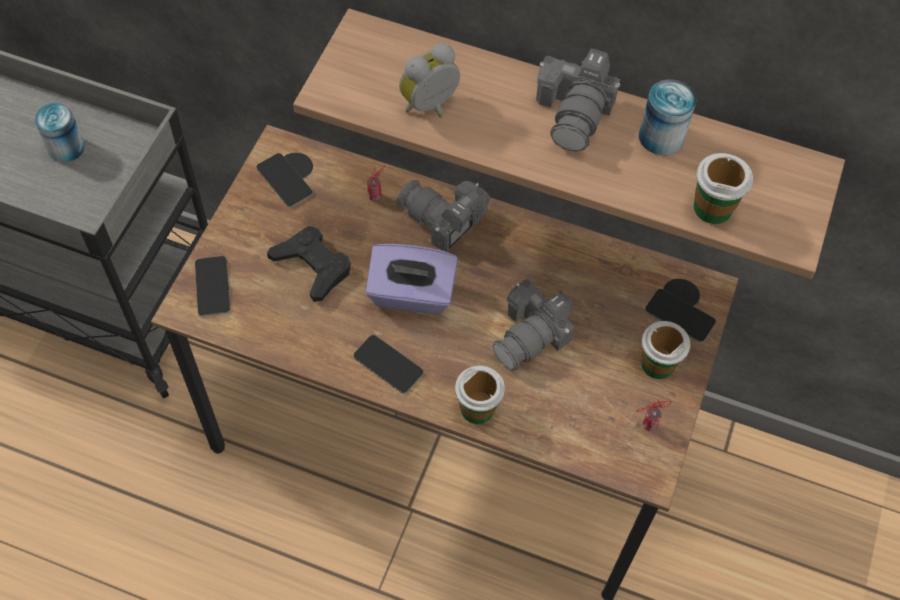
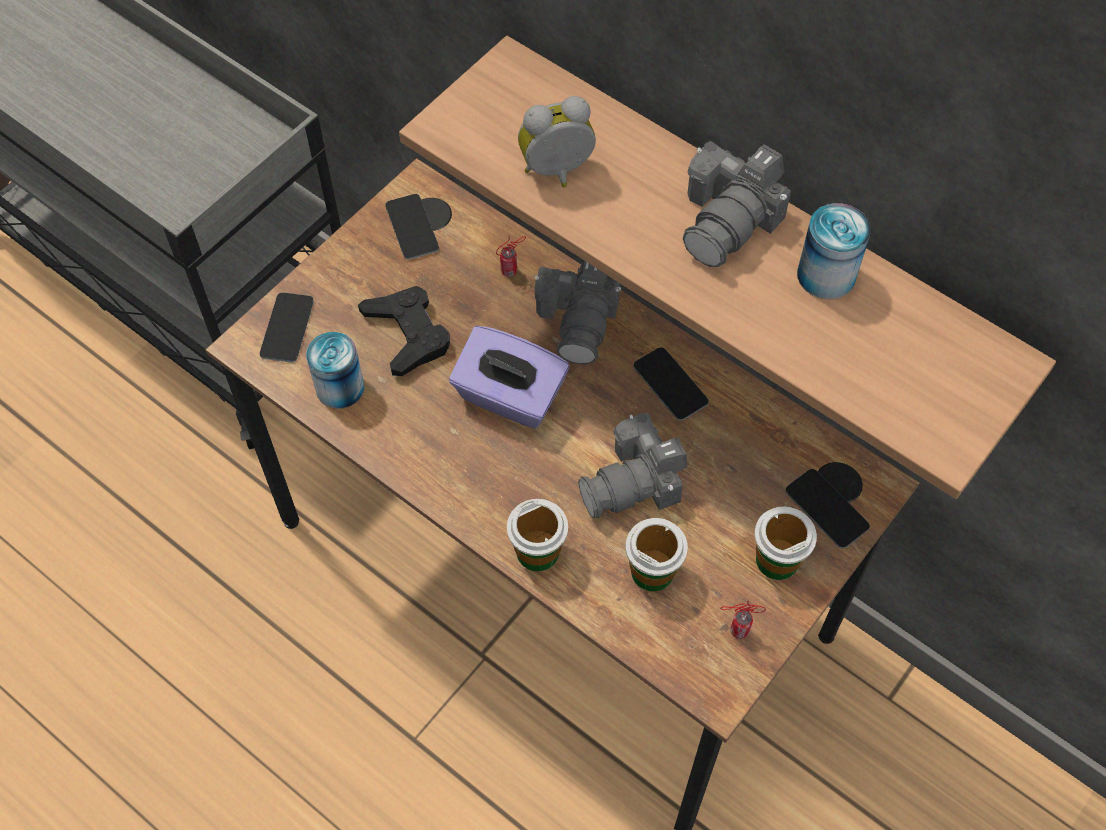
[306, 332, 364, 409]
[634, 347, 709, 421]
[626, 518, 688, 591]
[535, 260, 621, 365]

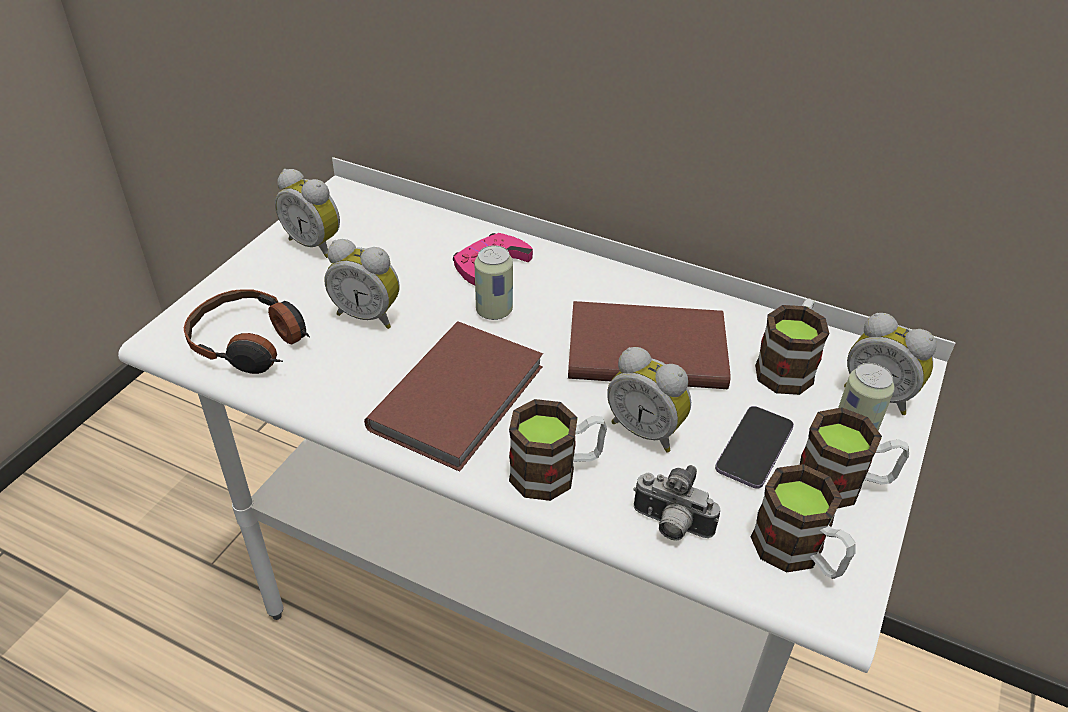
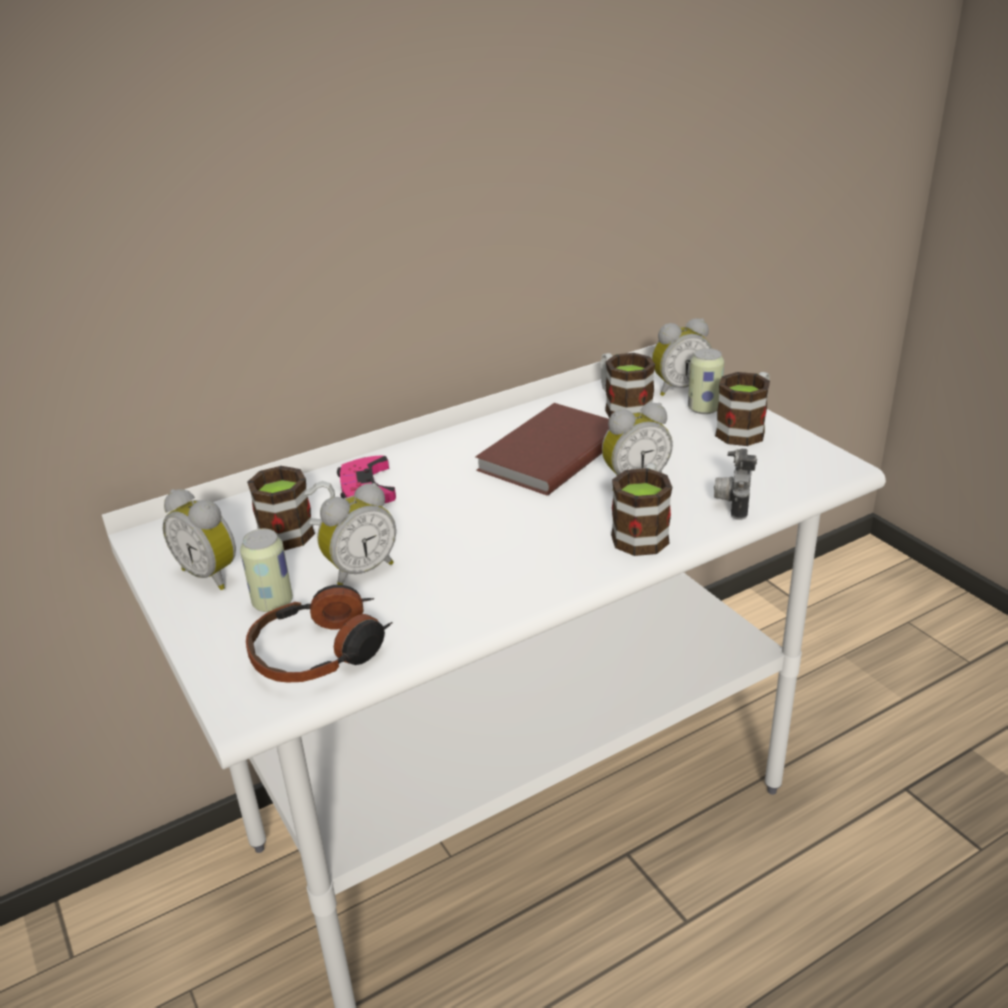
[364, 321, 543, 472] (first image)
[715, 406, 794, 489] (first image)
[240, 529, 293, 612]
[247, 466, 335, 551]
[163, 489, 236, 590]
[714, 449, 757, 520]

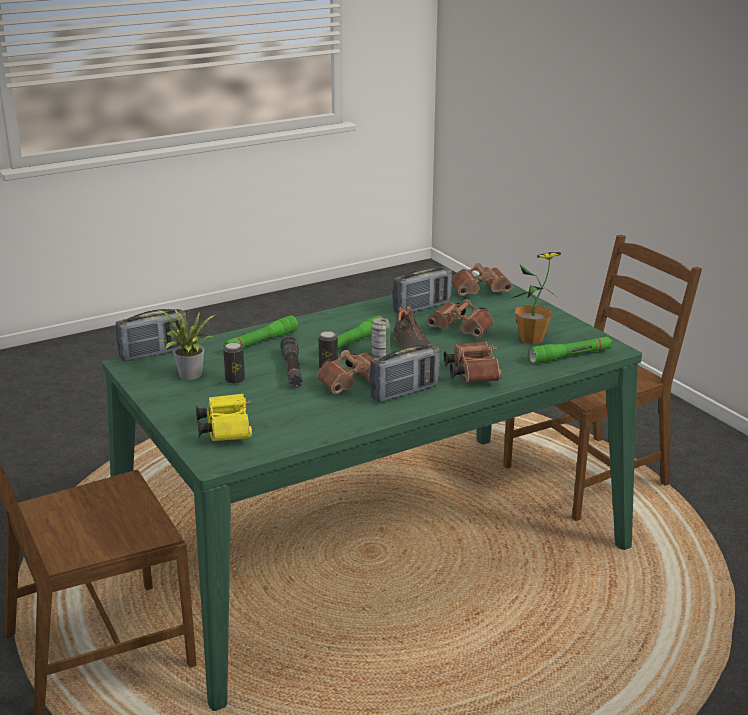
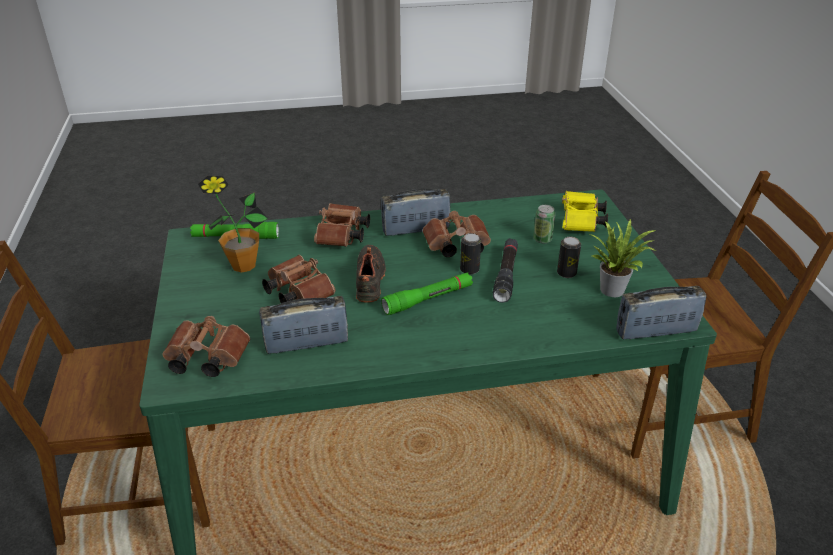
[223, 316, 298, 348] (first image)
[533, 205, 555, 243]

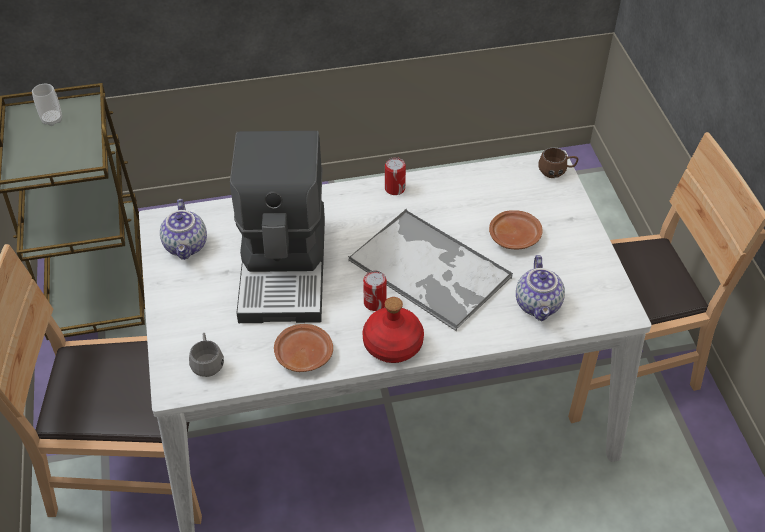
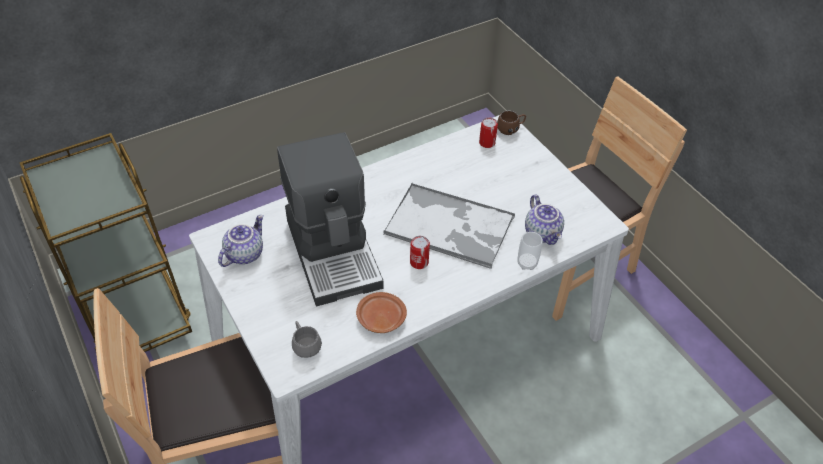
[363, 297, 424, 363] (first image)
[489, 210, 543, 249] (first image)
[517, 232, 543, 270]
[479, 118, 498, 148]
[218, 215, 264, 267]

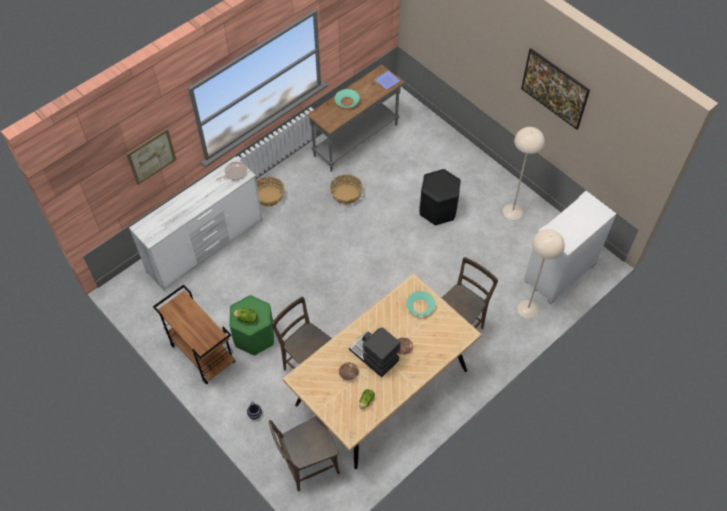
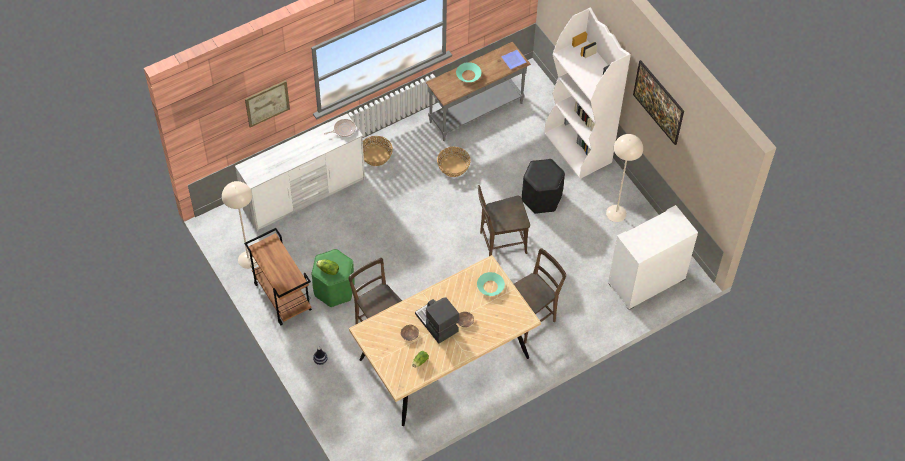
[544, 7, 631, 179]
[478, 185, 530, 256]
[222, 181, 257, 269]

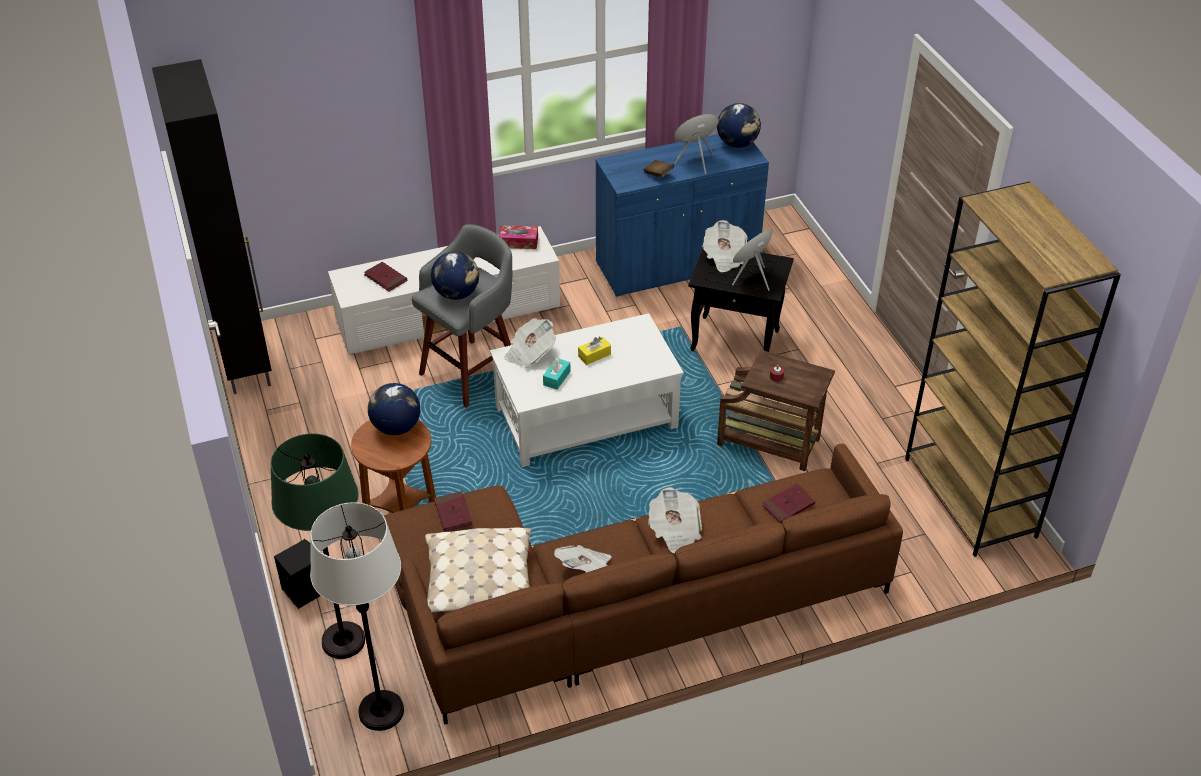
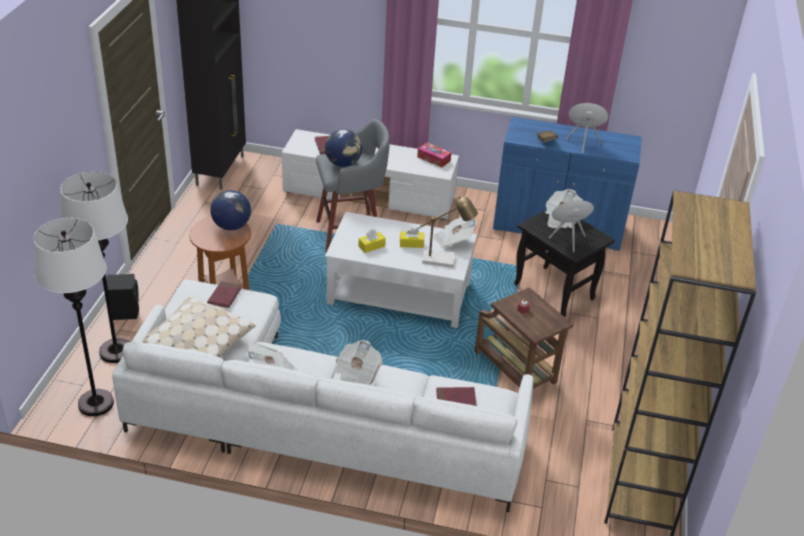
[717, 103, 761, 148] (first image)
[412, 196, 478, 268]
[433, 217, 477, 248]
[60, 171, 129, 363]
[112, 280, 533, 512]
[359, 229, 386, 253]

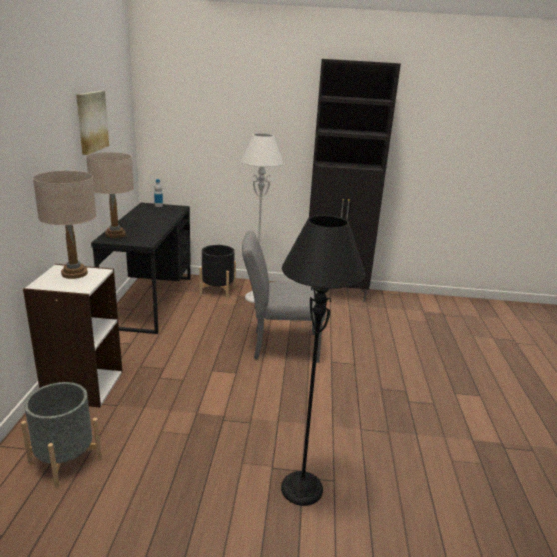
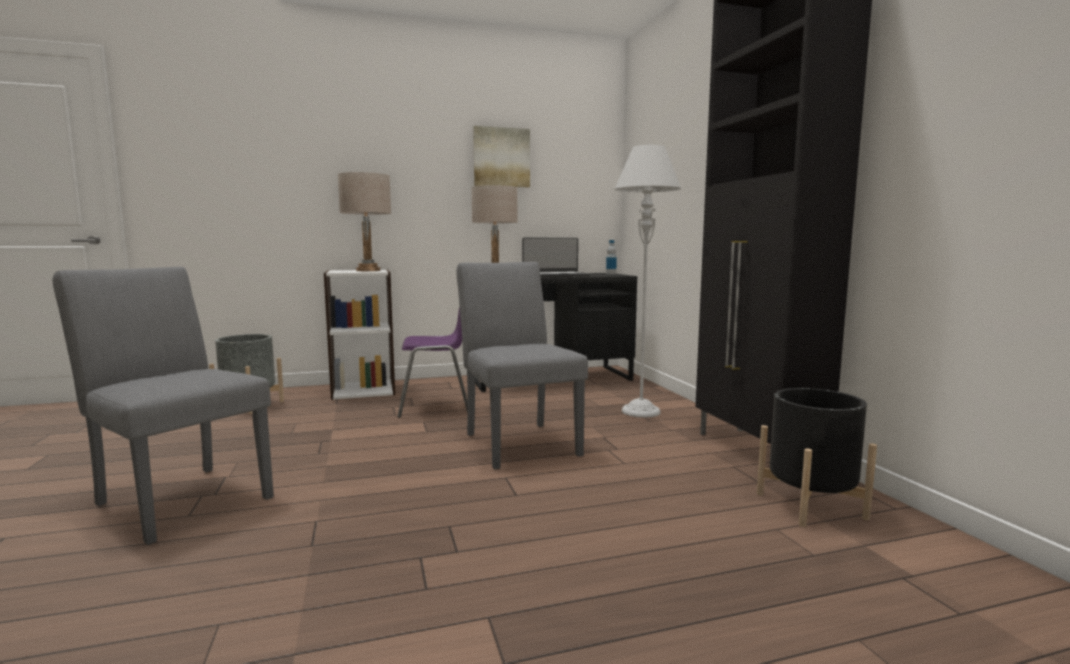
[397, 306, 468, 418]
[522, 238, 590, 277]
[757, 388, 877, 527]
[53, 267, 274, 545]

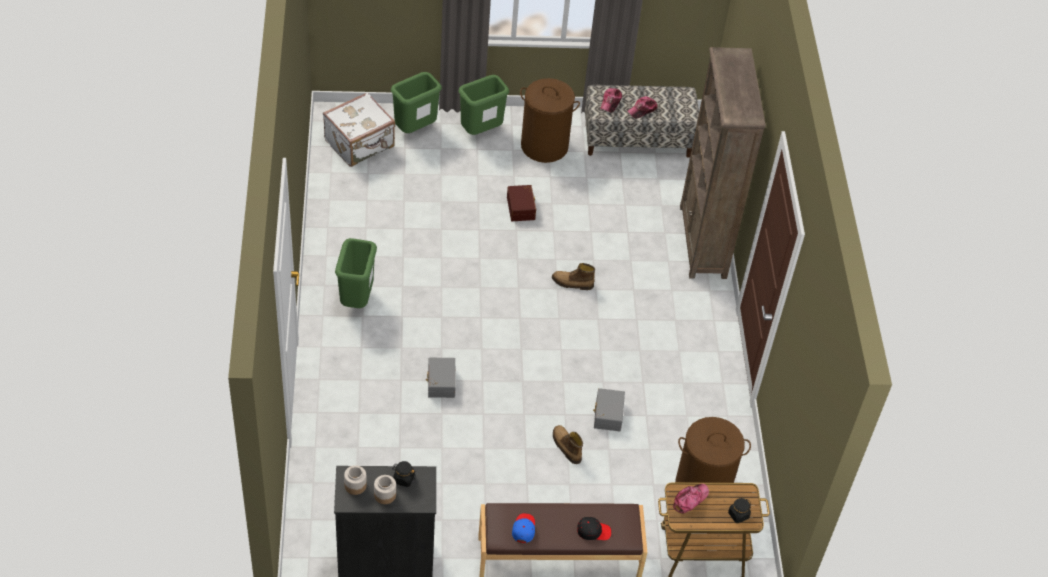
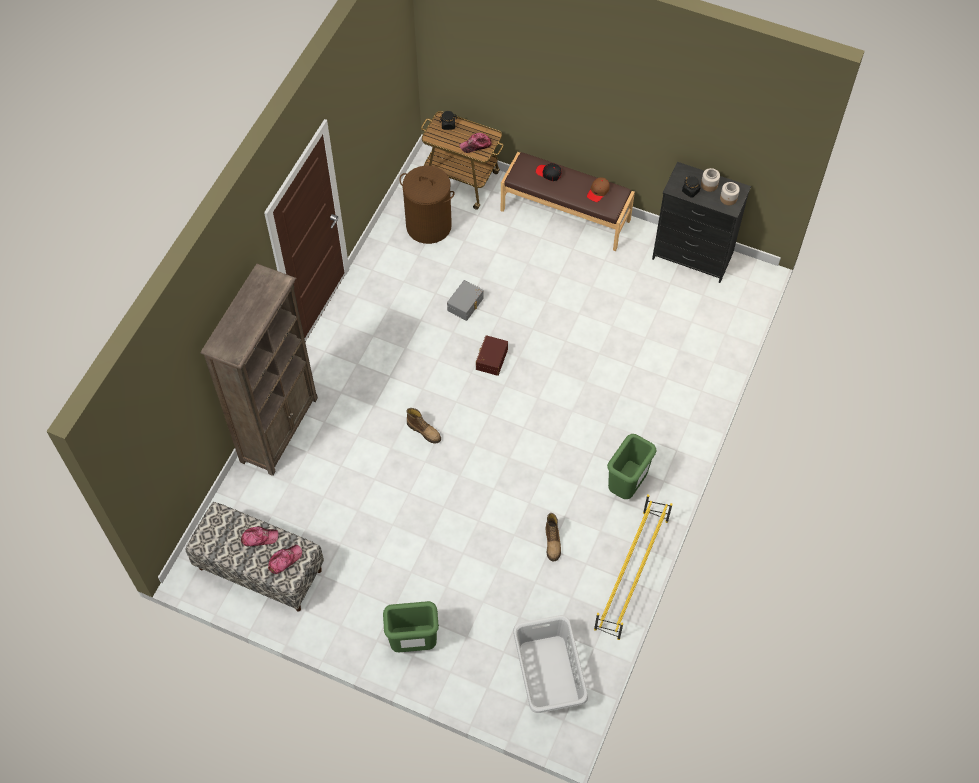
[391, 72, 442, 133] (first image)
[426, 358, 456, 398] (first image)
[520, 78, 580, 163] (first image)
[594, 494, 673, 640]
[476, 335, 508, 376]
[546, 513, 561, 561]
[513, 615, 588, 713]
[587, 177, 610, 202]

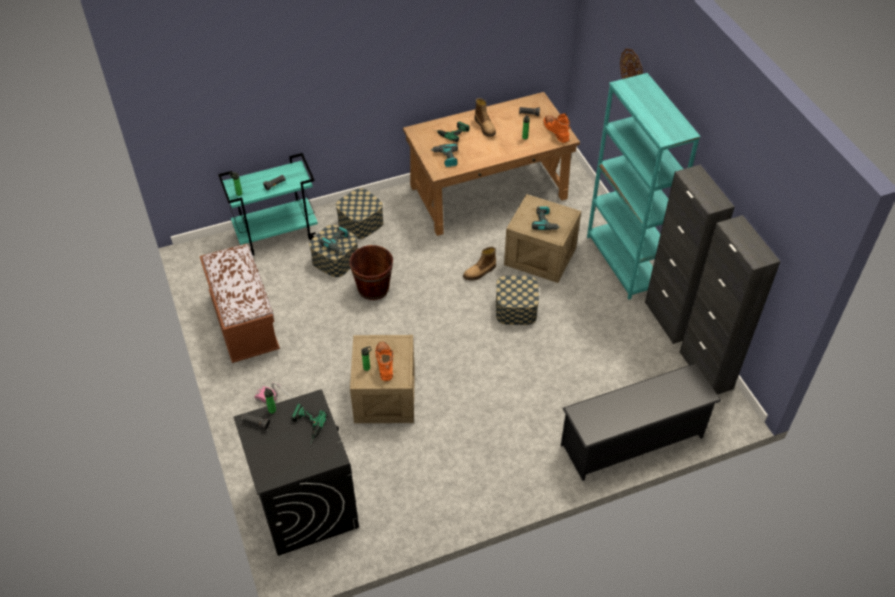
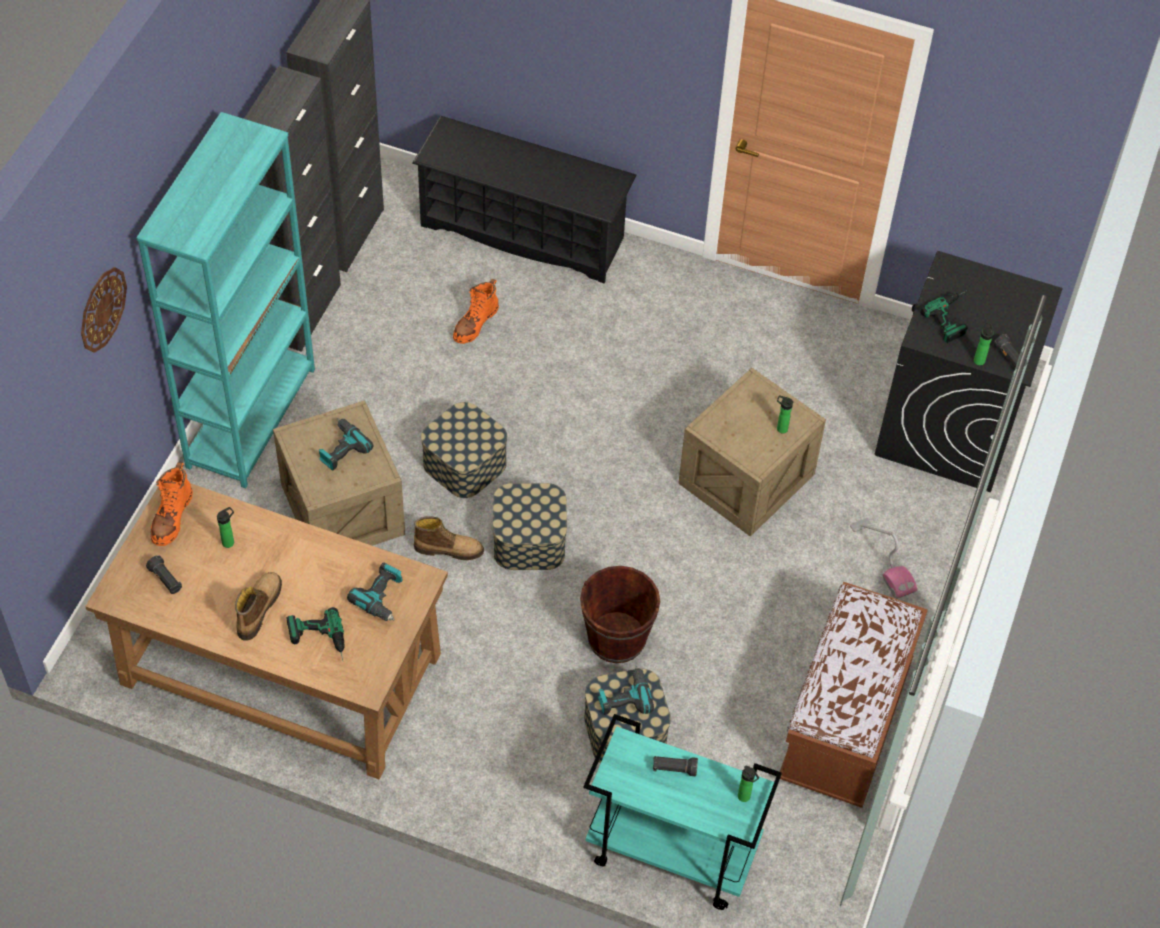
[493, 483, 567, 570]
[453, 279, 499, 344]

